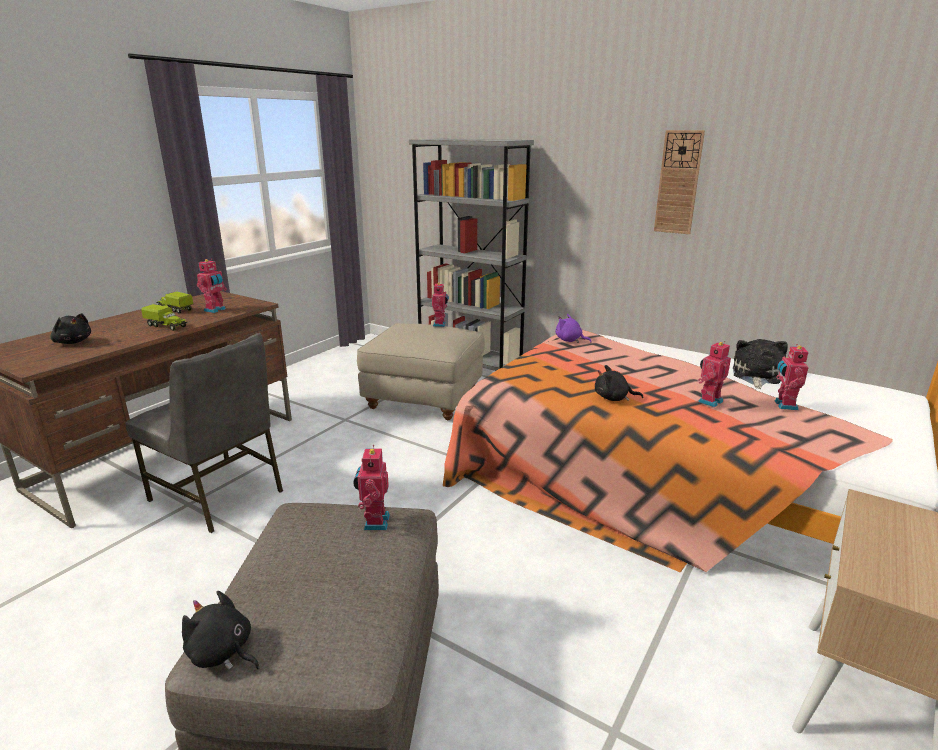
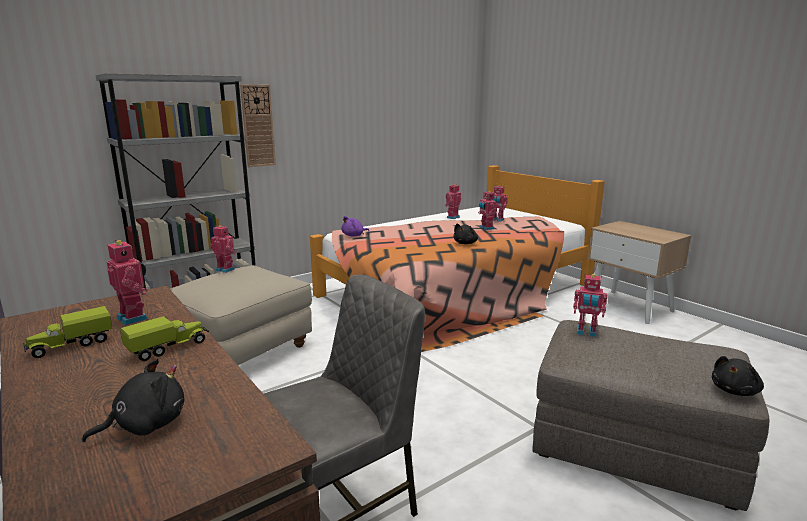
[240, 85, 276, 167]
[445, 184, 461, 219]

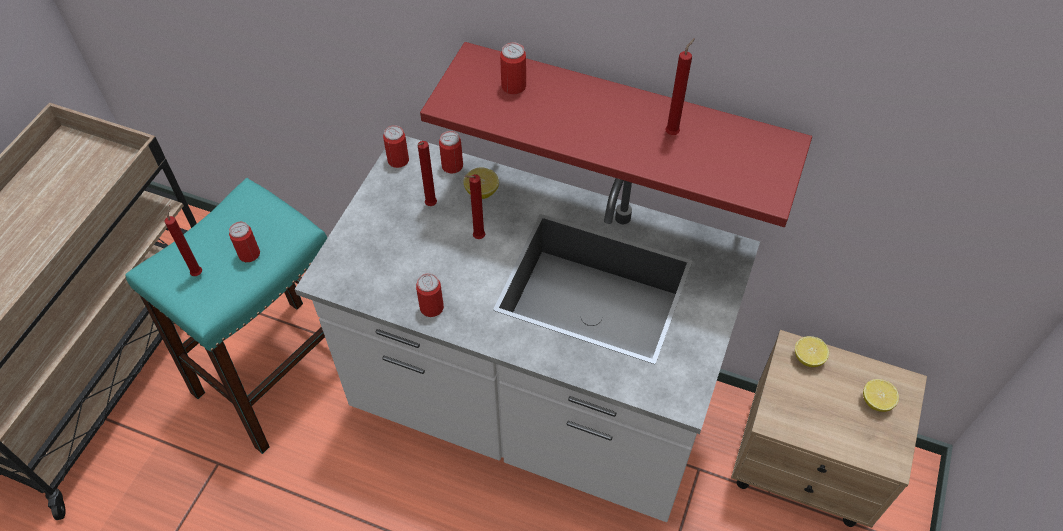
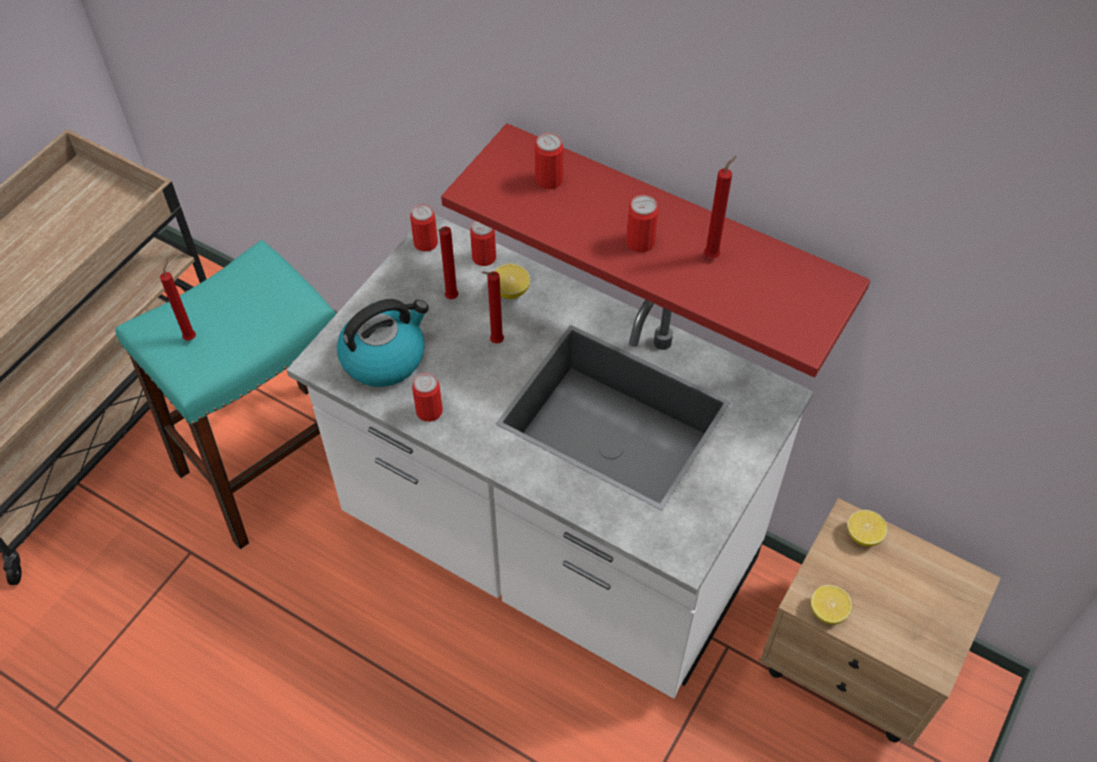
[337, 299, 429, 387]
[626, 195, 658, 252]
[811, 585, 852, 625]

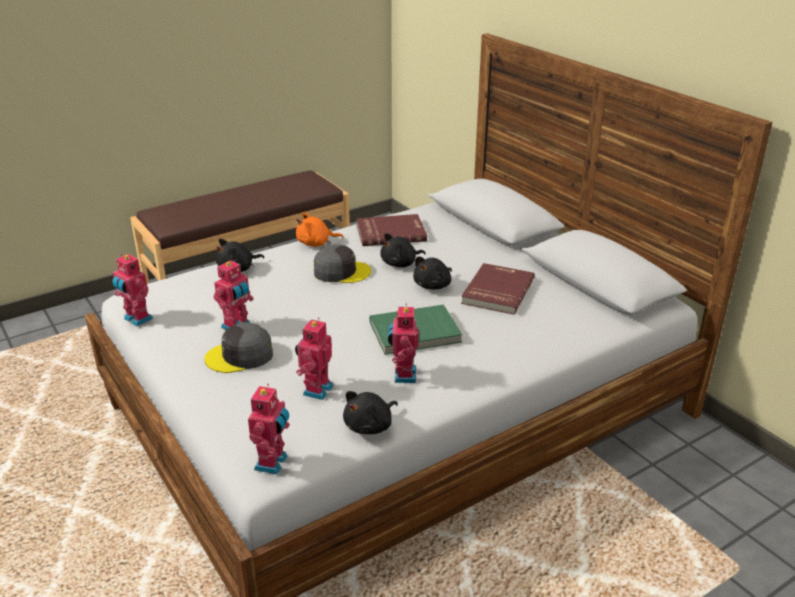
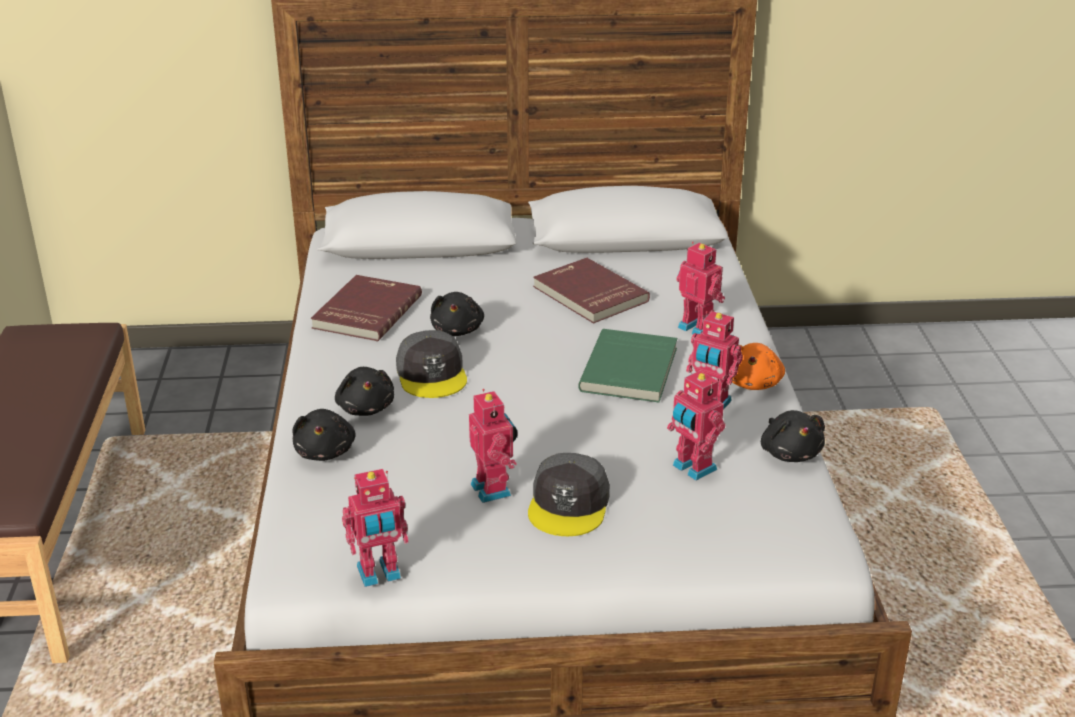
[676, 242, 725, 334]
[732, 343, 785, 390]
[335, 367, 394, 416]
[396, 330, 467, 398]

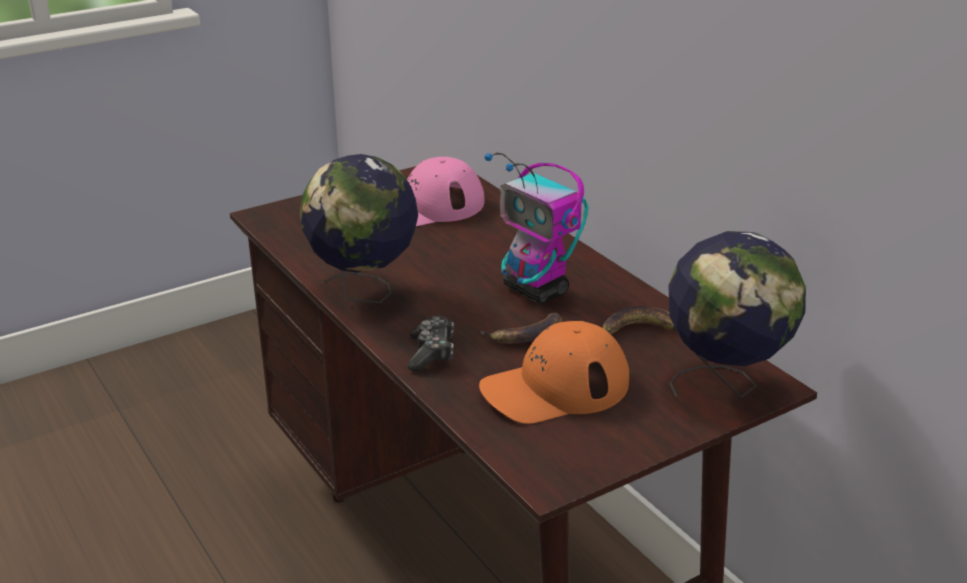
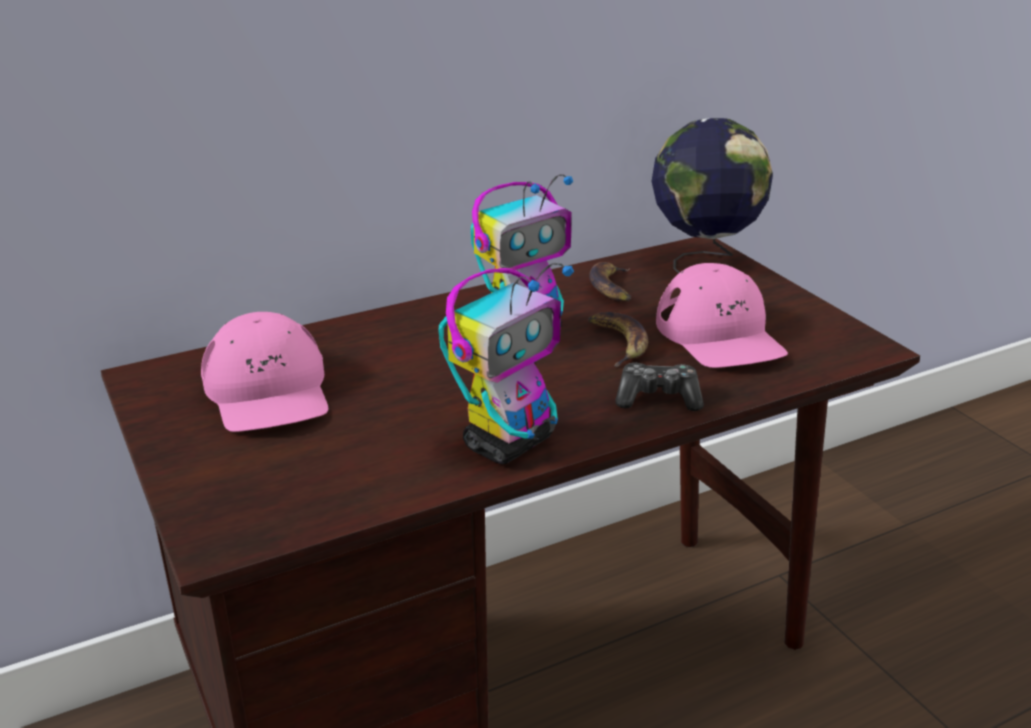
[438, 263, 574, 464]
[656, 263, 788, 368]

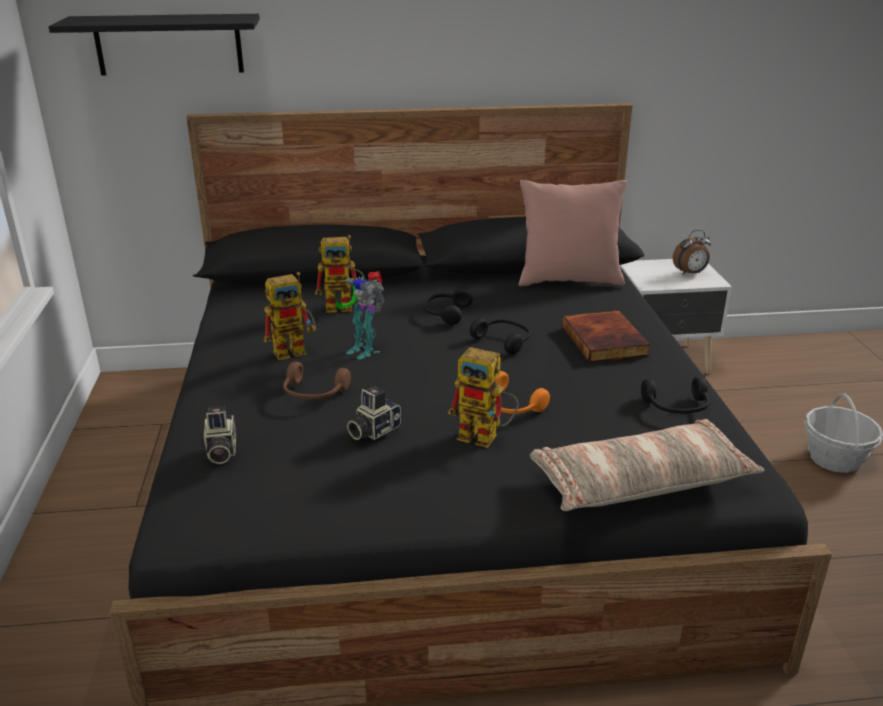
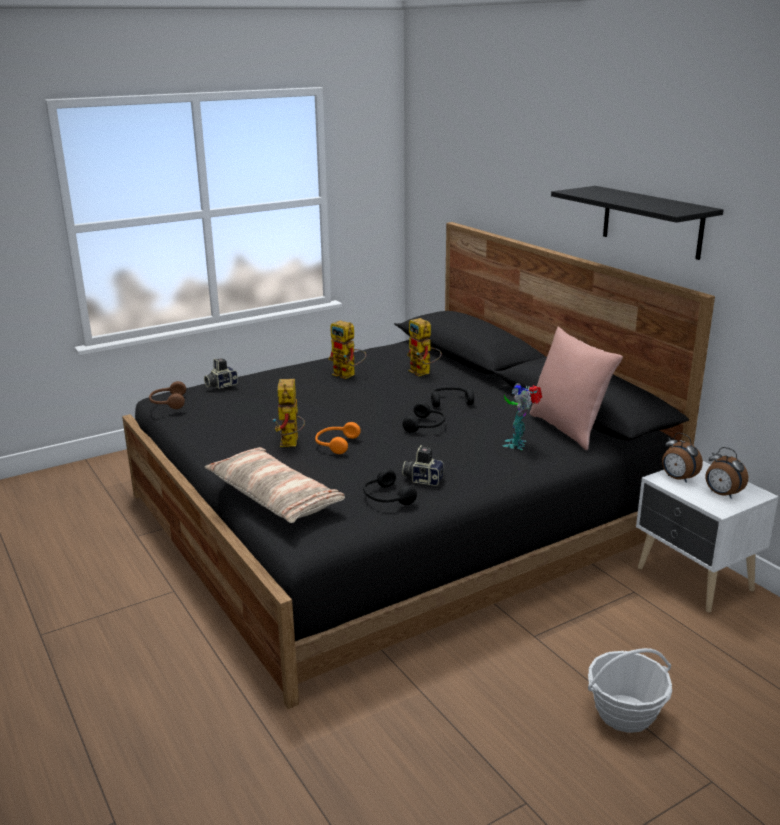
[562, 310, 650, 363] (first image)
[662, 433, 703, 483]
[551, 186, 724, 260]
[149, 381, 186, 409]
[503, 383, 542, 450]
[402, 445, 445, 486]

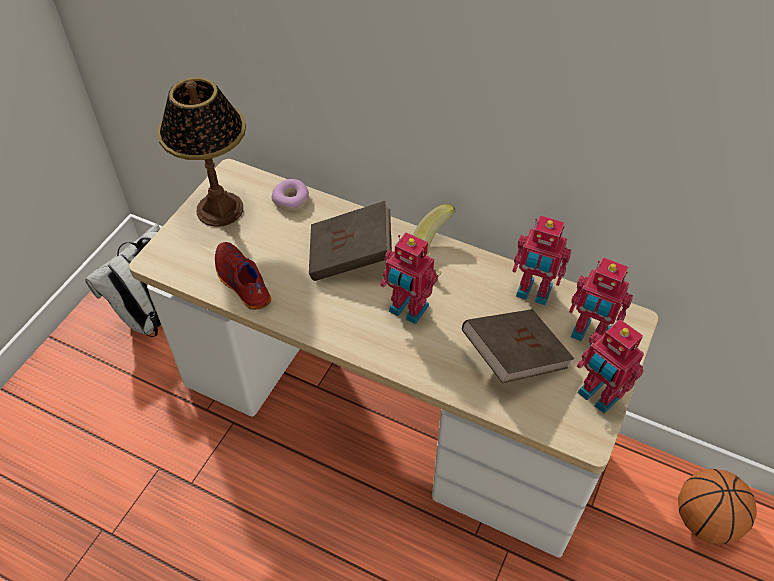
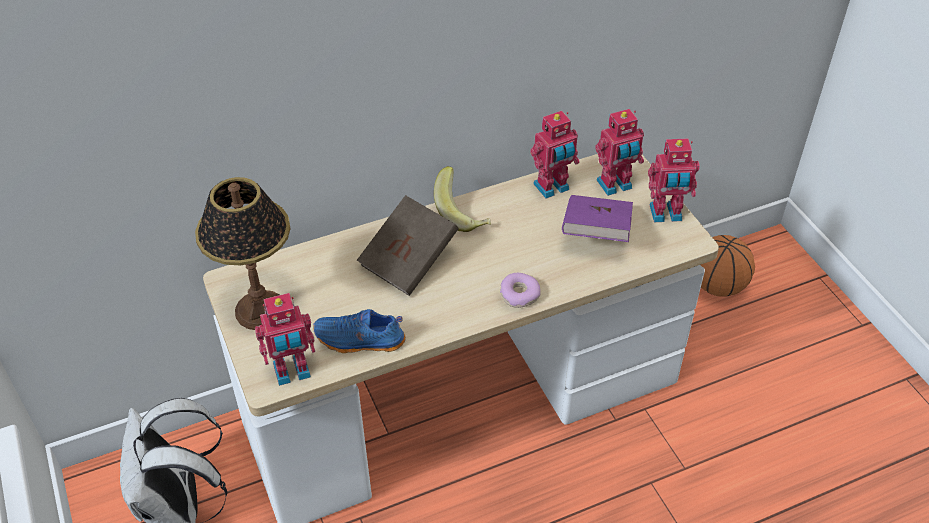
[500, 273, 541, 308]
[255, 293, 315, 386]
[313, 309, 406, 353]
[562, 195, 633, 242]

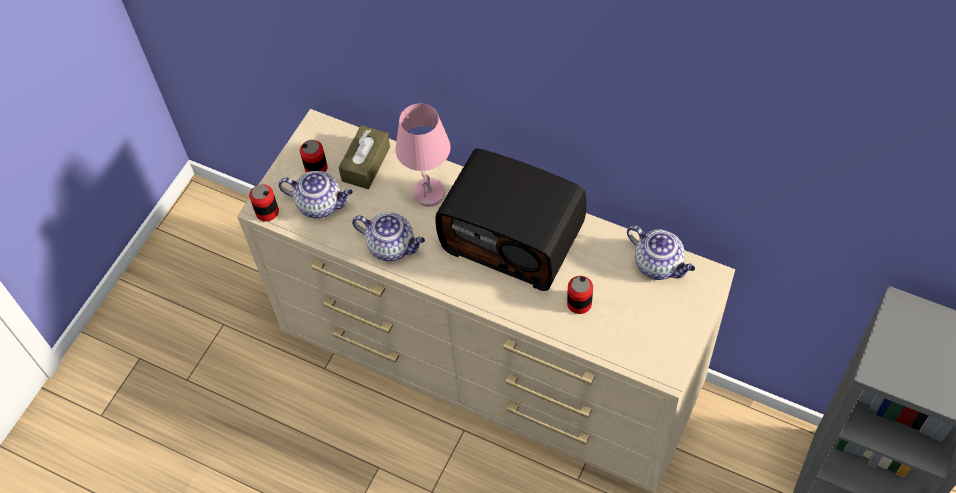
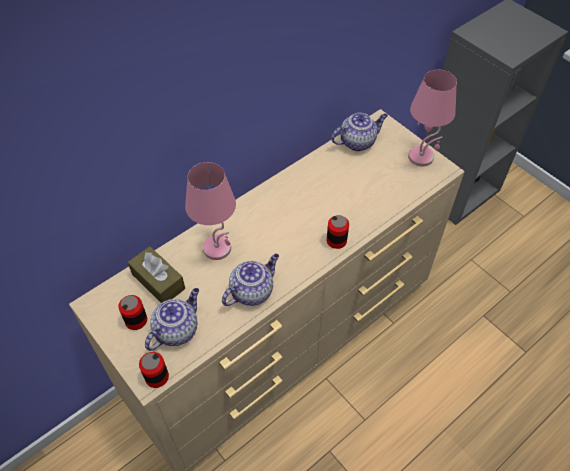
[435, 148, 587, 291] (first image)
[408, 70, 457, 167]
[327, 215, 349, 249]

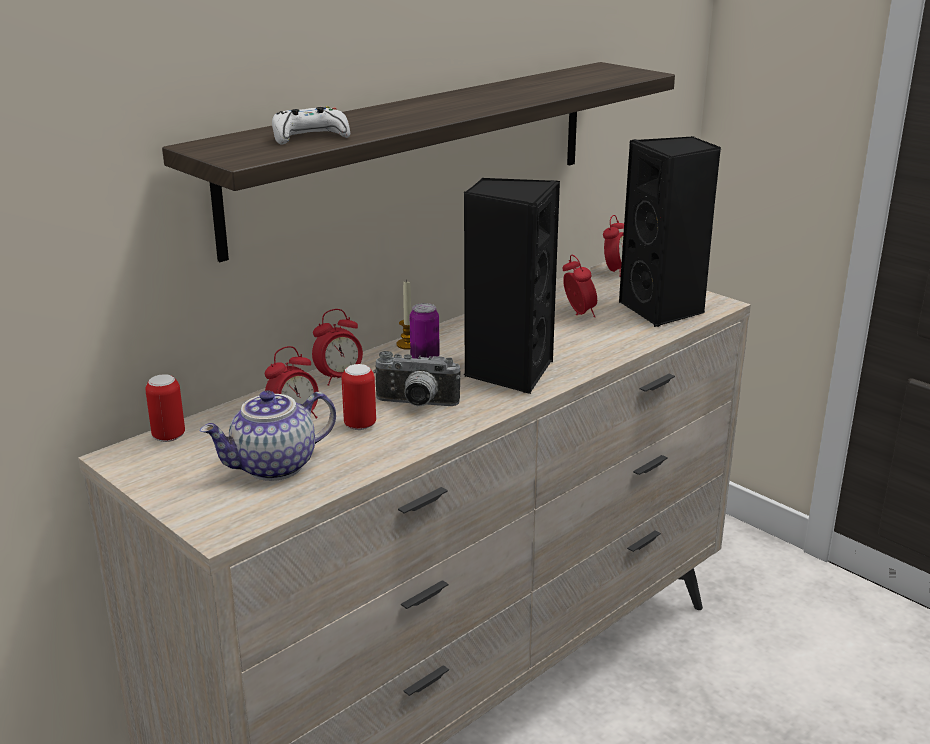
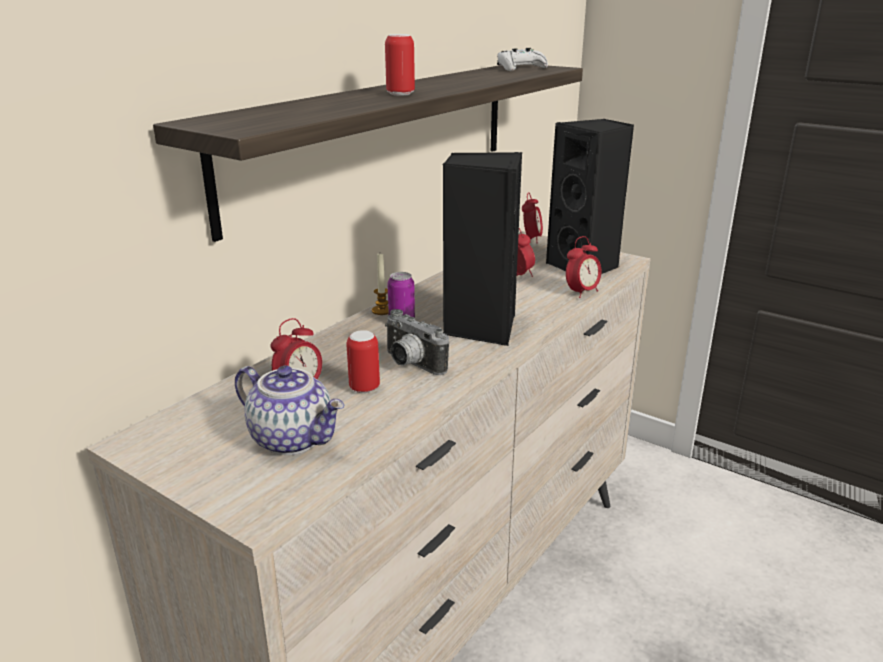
[385, 34, 415, 96]
[497, 48, 548, 71]
[566, 236, 602, 298]
[235, 365, 344, 455]
[385, 309, 449, 375]

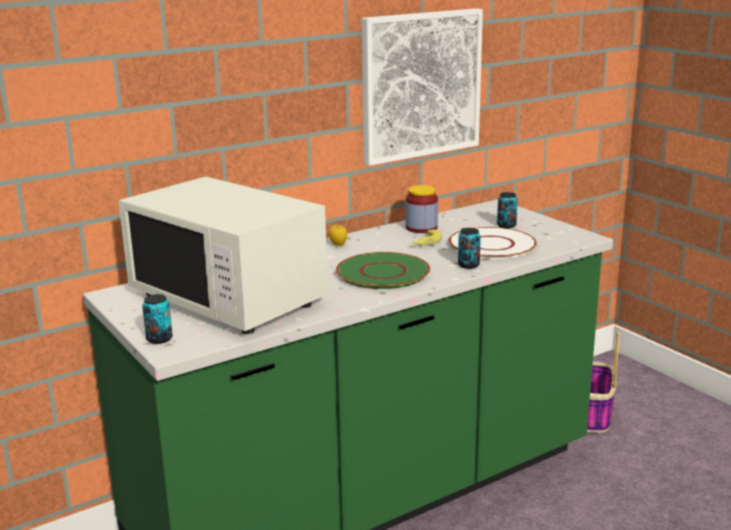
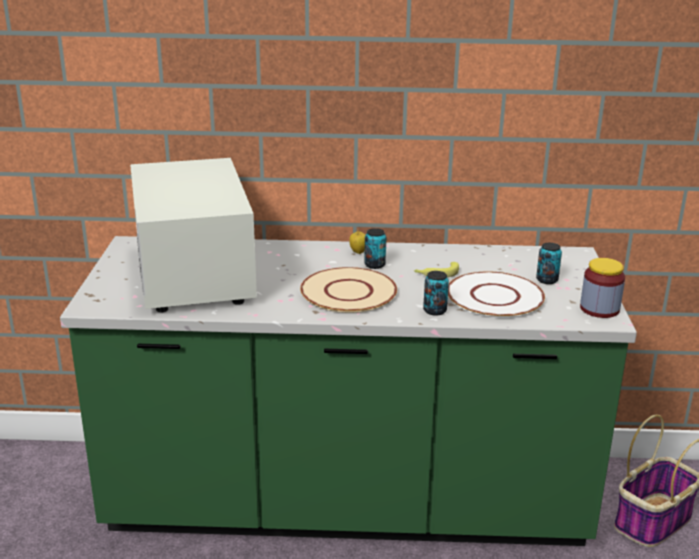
[361, 8, 483, 166] (first image)
[364, 228, 386, 269]
[580, 258, 625, 318]
[300, 267, 397, 313]

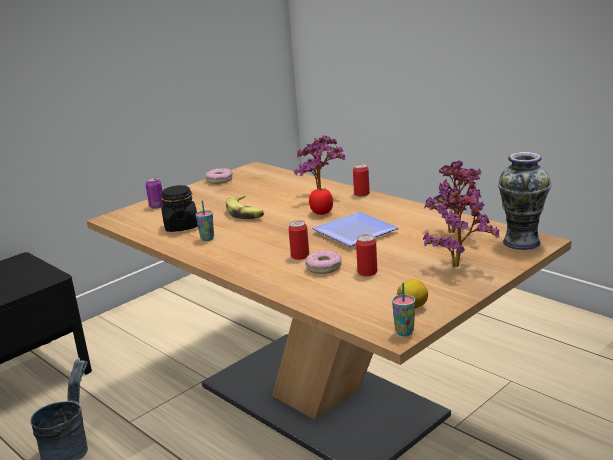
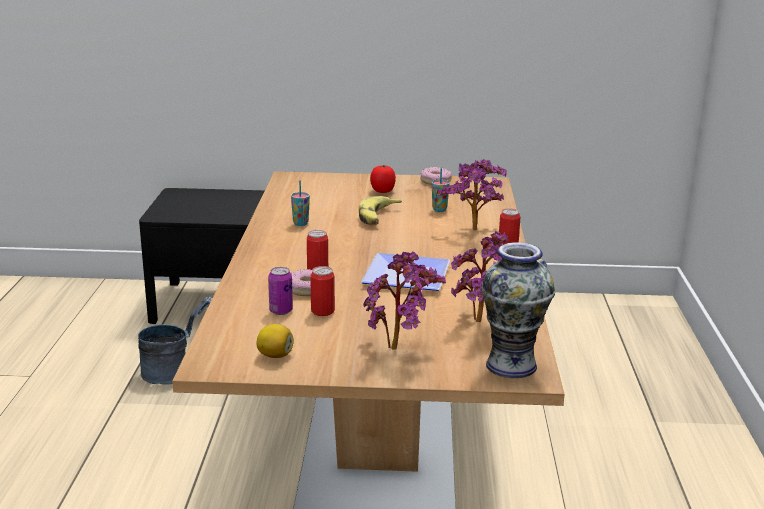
[161, 185, 198, 232] (first image)
[268, 267, 293, 315]
[370, 165, 396, 193]
[432, 168, 450, 212]

